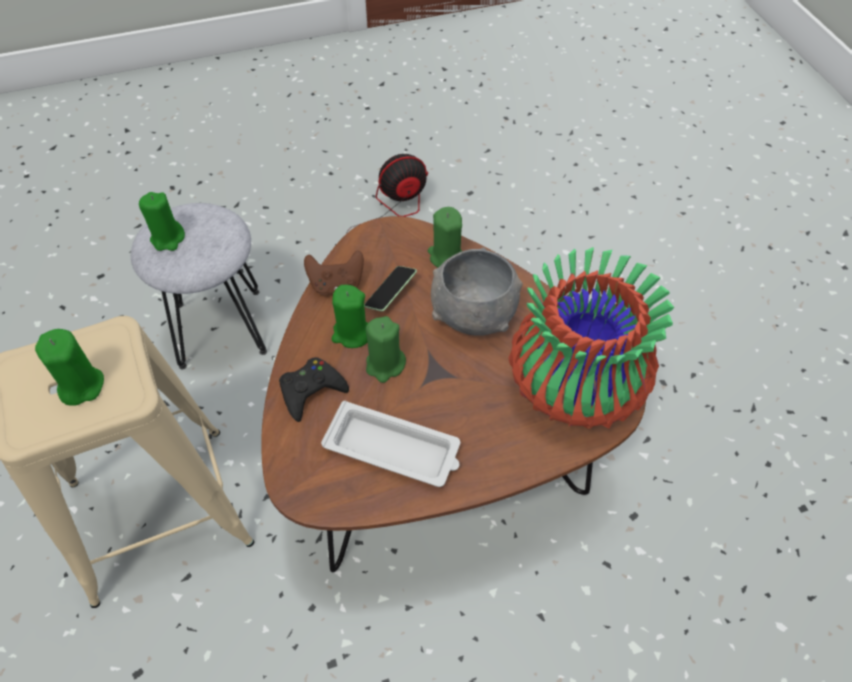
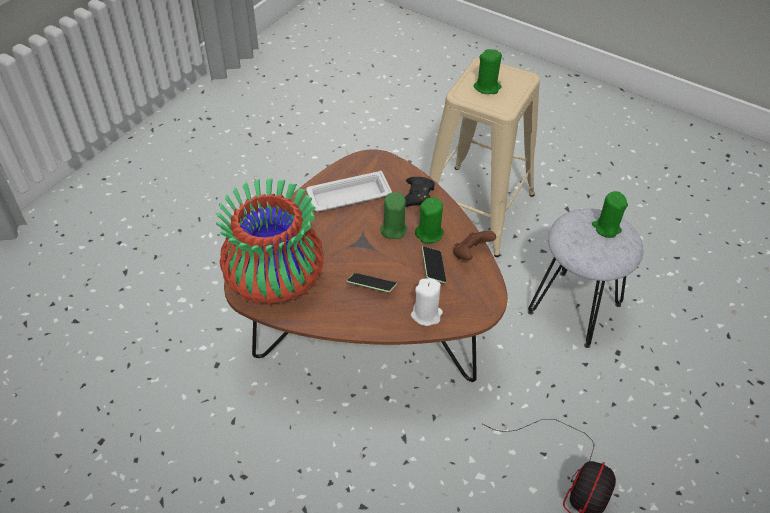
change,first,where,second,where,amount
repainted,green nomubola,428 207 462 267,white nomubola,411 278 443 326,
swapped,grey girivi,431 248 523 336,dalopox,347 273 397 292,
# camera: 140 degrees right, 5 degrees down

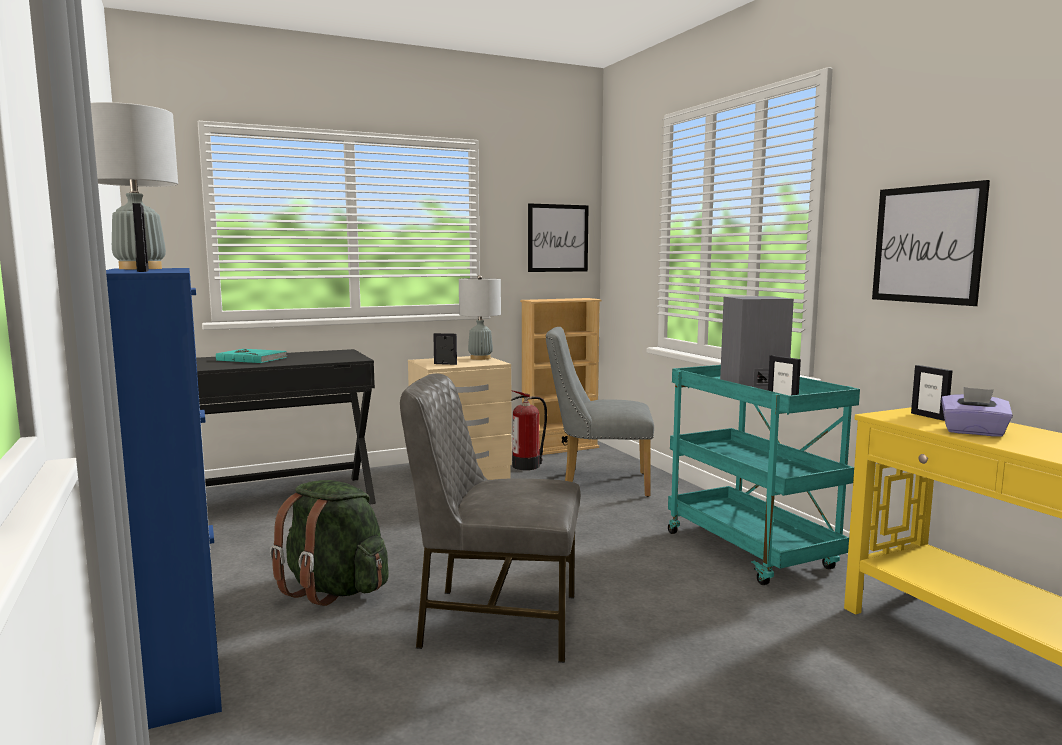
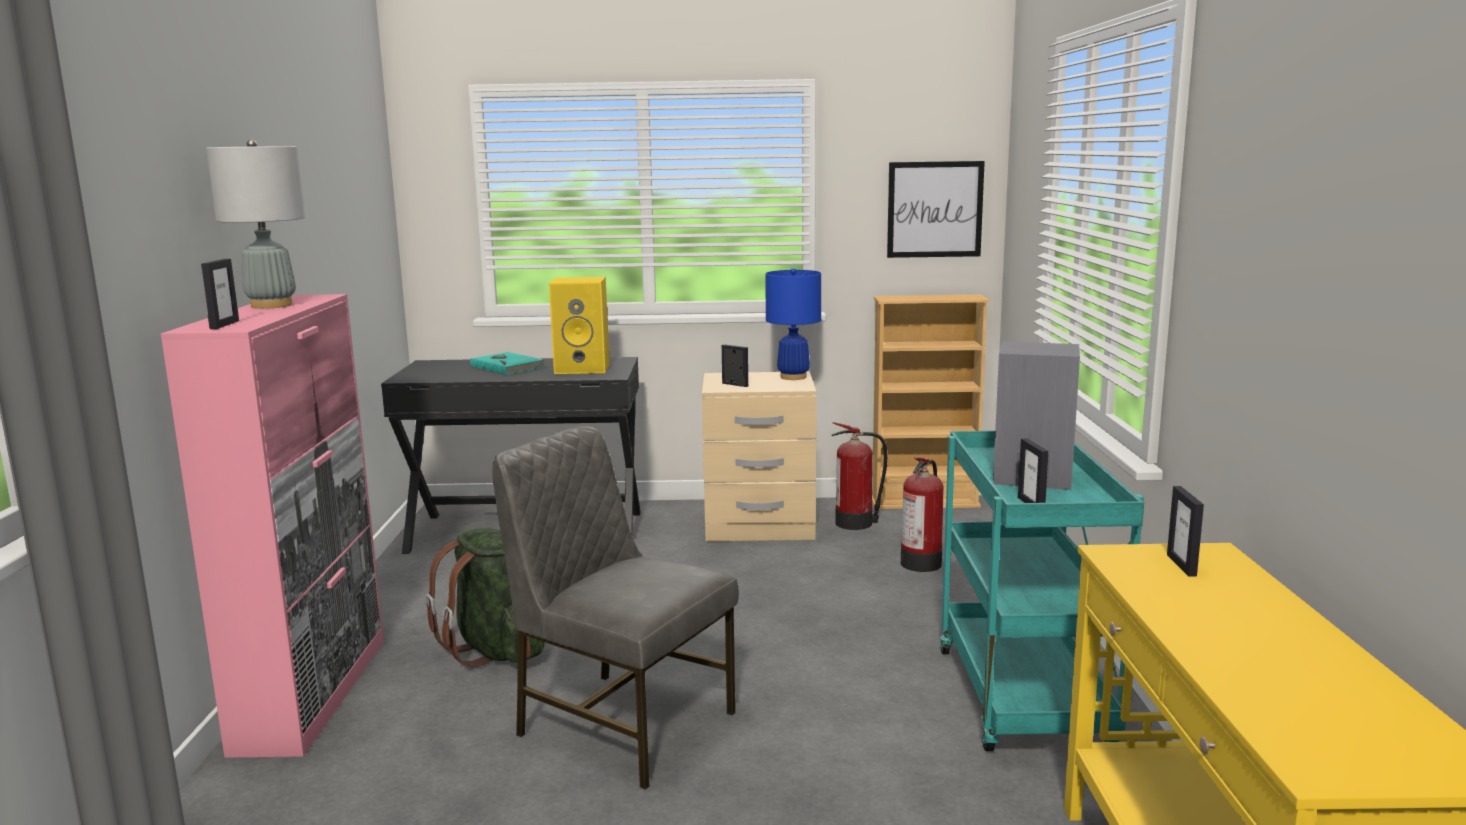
change,first,where,second,where,amount
gone,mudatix,872 180 990 306,,,
repainted,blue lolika,106 268 222 729,pink lolika,161 294 384 758,
repainted,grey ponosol,459 275 501 360,blue ponosol,765 268 821 380,
swapped,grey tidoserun,546 327 654 497,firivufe,901 458 944 572,
gone,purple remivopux,941 387 1013 437,,,
new,,,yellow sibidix,549 277 610 374,
# camera: 25 degrees right, 5 degrees up

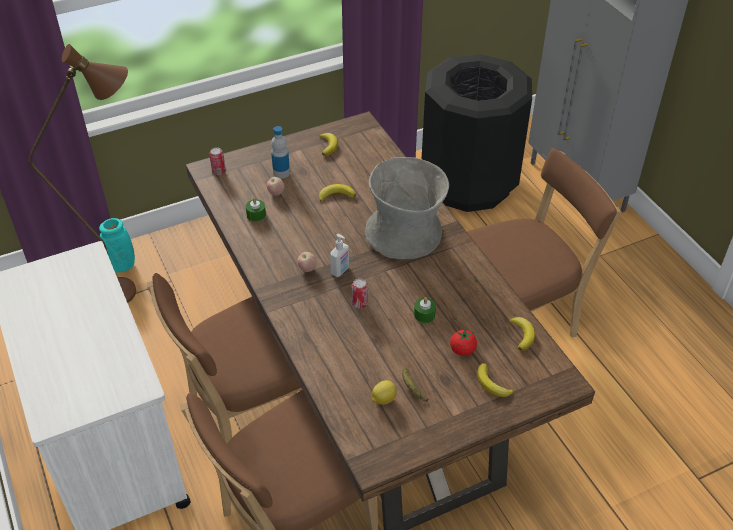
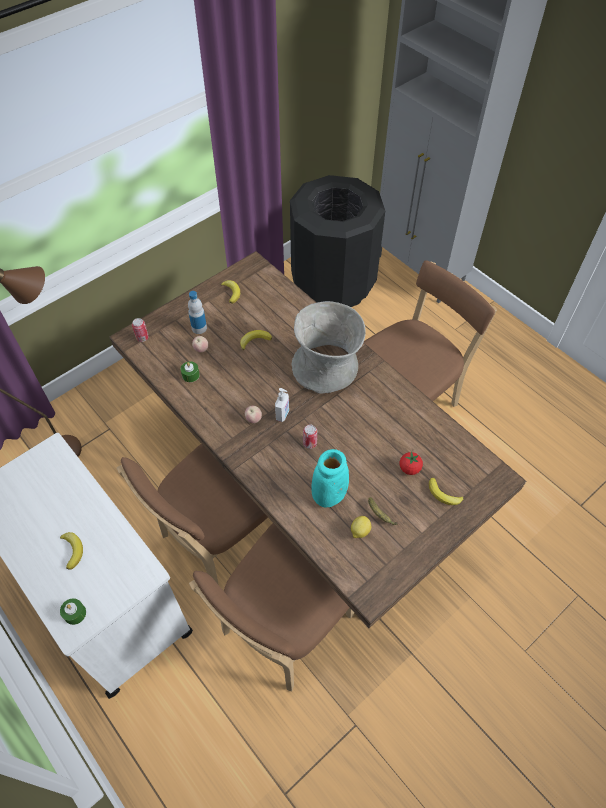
change,first,where,second,where,amount
shifted,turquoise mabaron,99 218 135 273,,311 449 349 507,
shifted,green nomubola,414 297 436 323,,60 598 86 625,
shifted,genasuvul,509 317 535 351,,60 532 83 570,
# camera: 15 degrees left, 10 degrees up

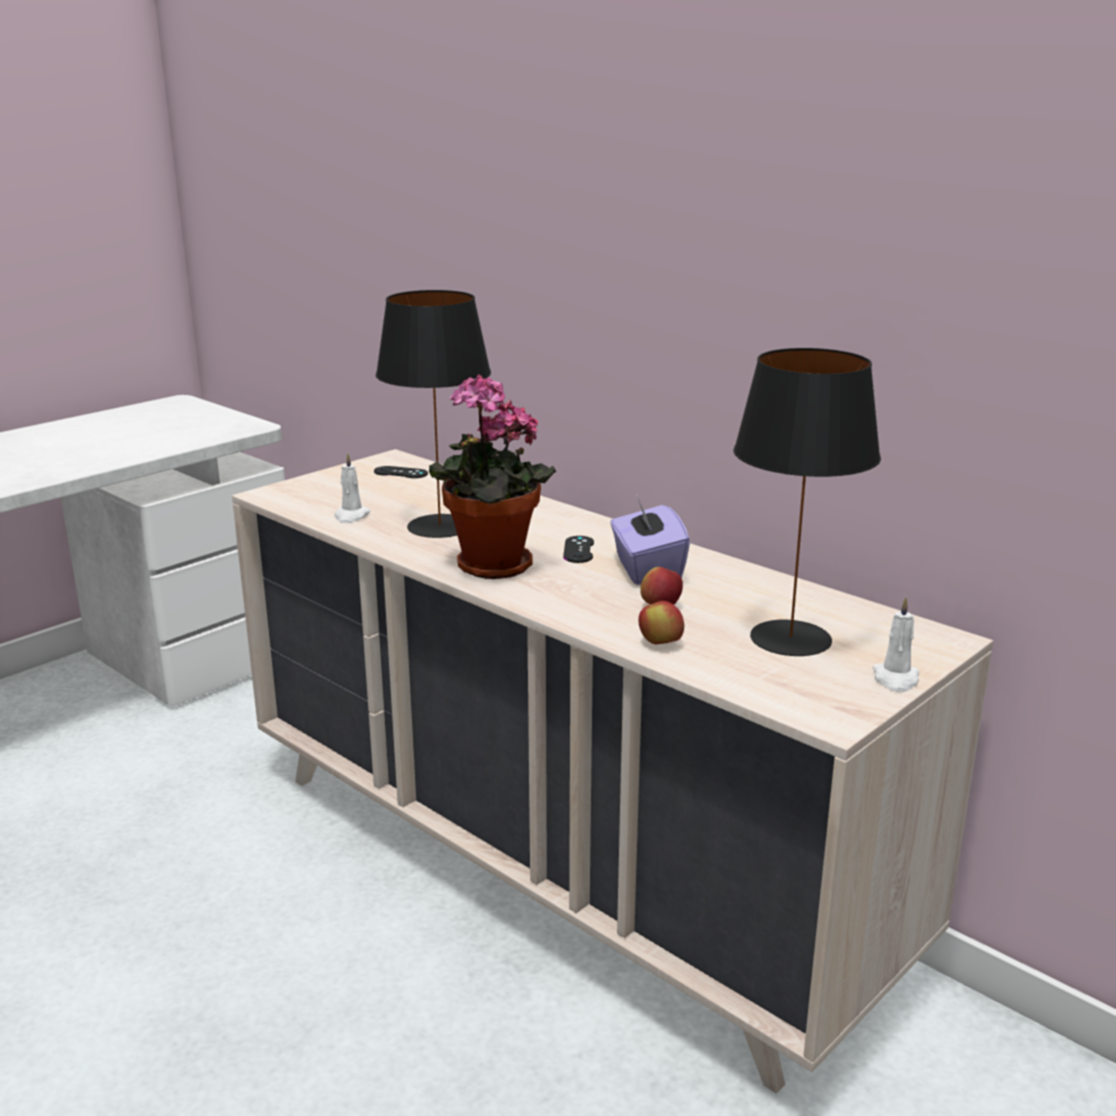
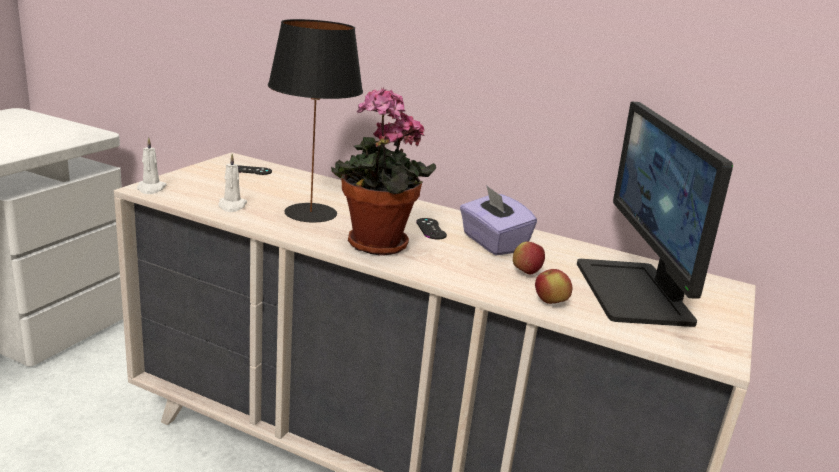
change,first,where,second,where,amount
swapped,black ponosol,733 348 881 656,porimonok,577 102 733 327,
shifted,white nomubola,873 597 919 692,,137 137 167 194,
# camera: 20 degrees left, 0 degrees up

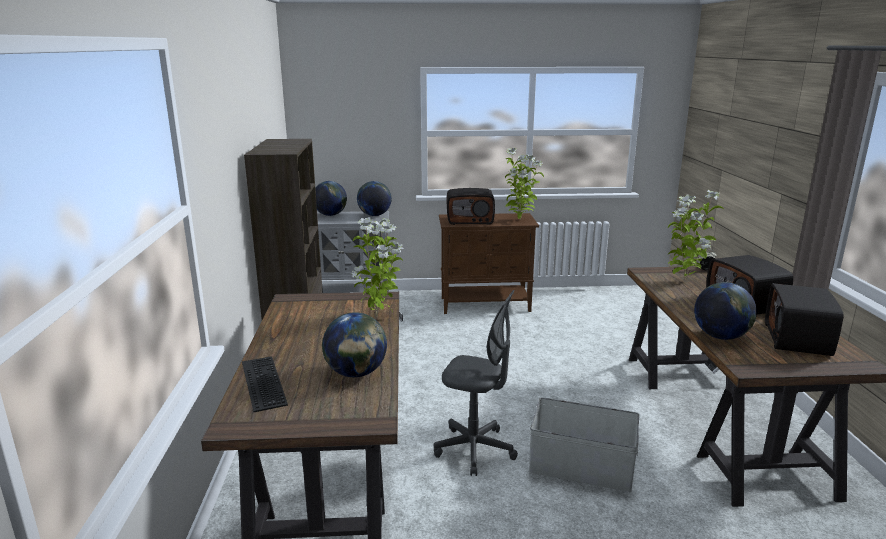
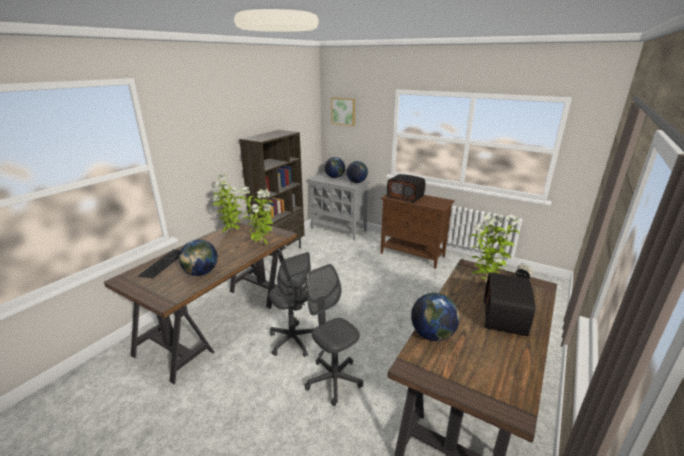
change,first,where,second,where,amount
shifted,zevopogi,505 148 544 220,,212 174 242 233,
gone,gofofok,765 283 844 356,,,
swapped,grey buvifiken,529 397 639 492,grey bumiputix,304 264 363 406,
new,,,mudatix,331 97 355 126,
# camera: 35 degrees right, 5 degrees up

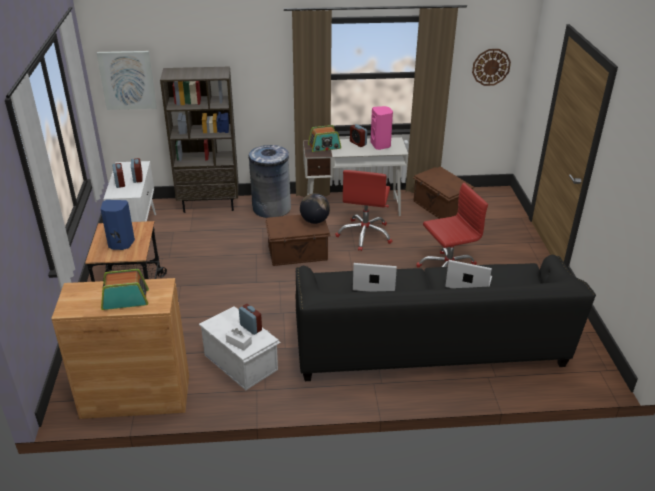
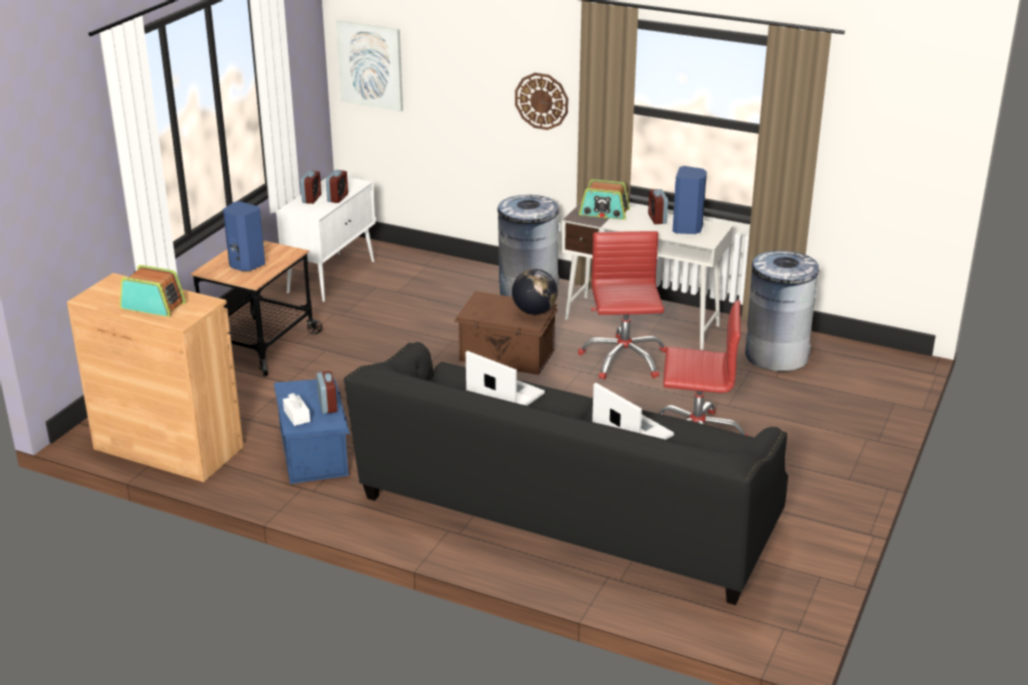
change,first,where,second,where,amount
shifted,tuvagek,472 49 511 86,,515 73 568 130,
gone,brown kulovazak,160 67 239 213,,,
repainted,pink sibidix,370 106 393 150,blue sibidix,673 166 707 234,
swapped,brown buvifiken,413 167 474 219,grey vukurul,745 251 819 372,
rotated,red bumiputix,335 170 393 251,,578 231 667 380,135 degrees clockwise
repainted,white buvifiken,199 306 281 390,blue buvifiken,274 378 350 484,
# camera: 30 degrees right, 5 degrees down

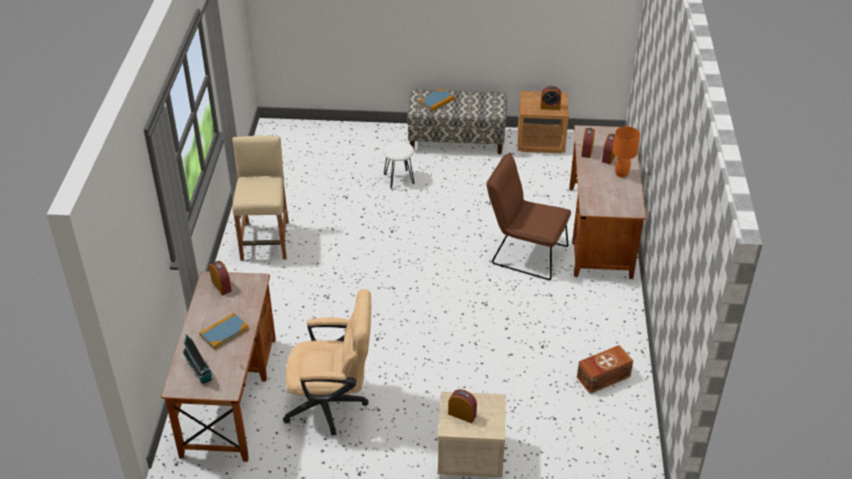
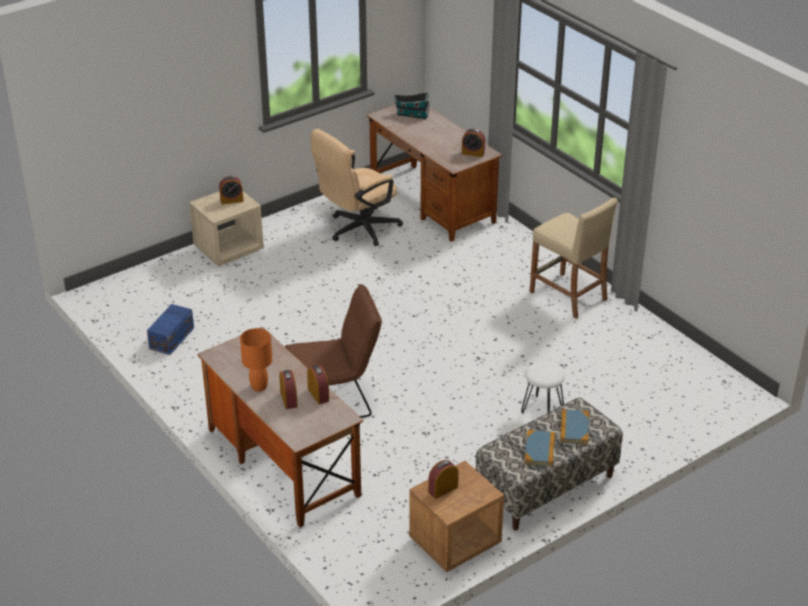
change,first,where,second,where,amount
shifted,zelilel,199 313 249 350,,524 430 555 467,
repainted,brown buvifiken,577 345 633 394,blue buvifiken,147 304 194 355,
# camera: 140 degrees right, 5 degrees down

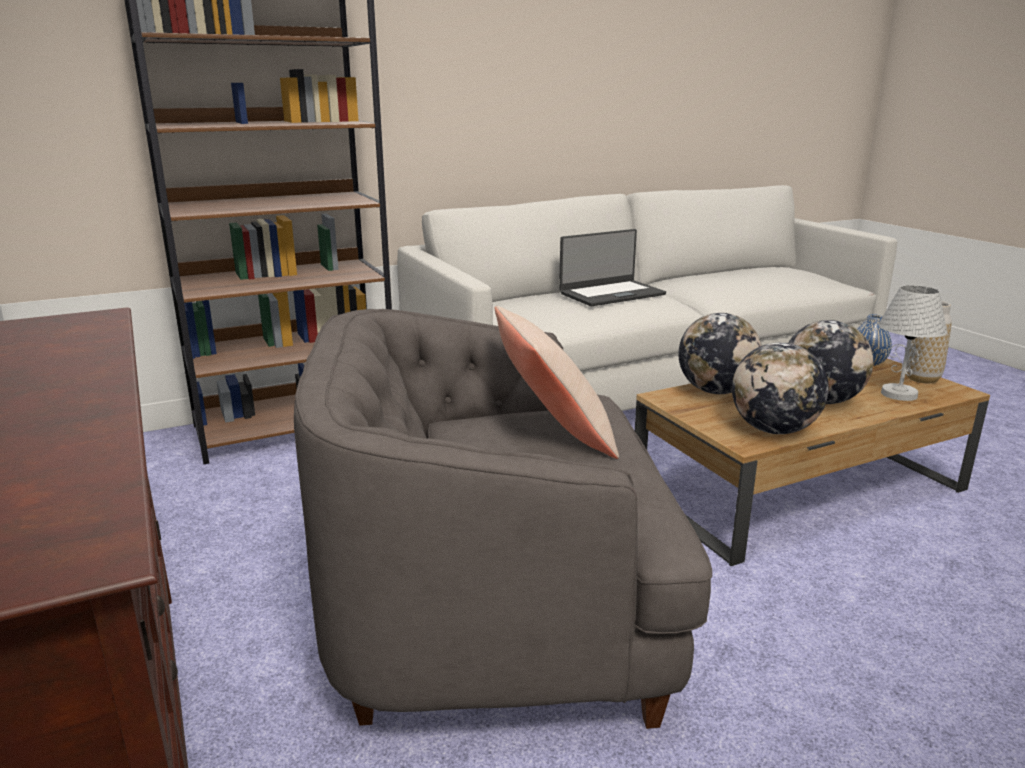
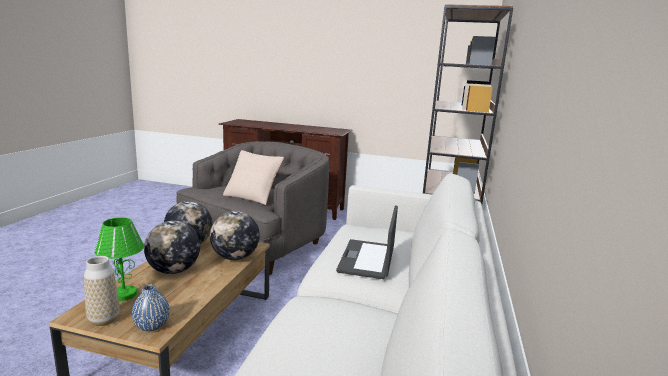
change,first,where,second,where,amount
repainted,white ponosol,878 285 947 401,green ponosol,94 217 144 301,
# camera: 130 degrees right, 5 degrees down

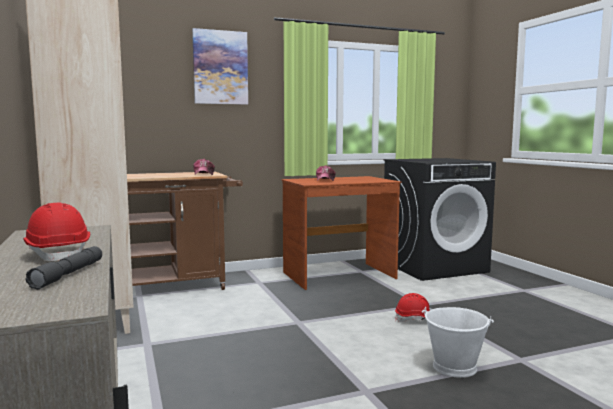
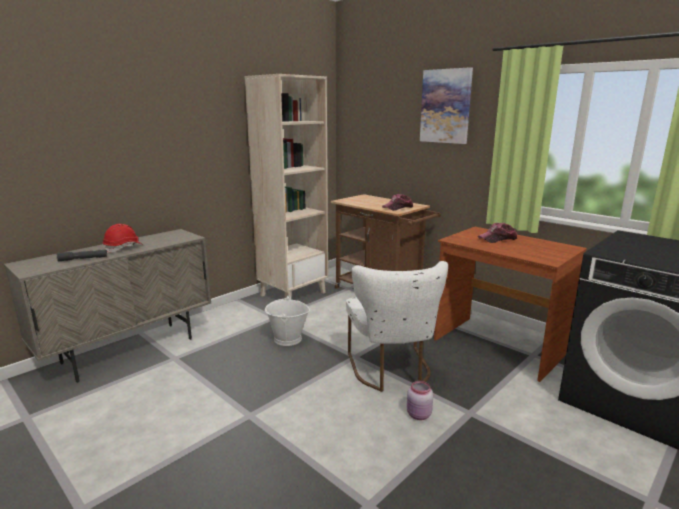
change,first,where,second,where,amount
swapped,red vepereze,395 293 430 322,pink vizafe,407 381 433 420,
shifted,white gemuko,422 307 494 378,,265 296 310 346,
new,,,white tidoserun,346 261 448 392,
# camera: 65 degrees right, 10 degrees up

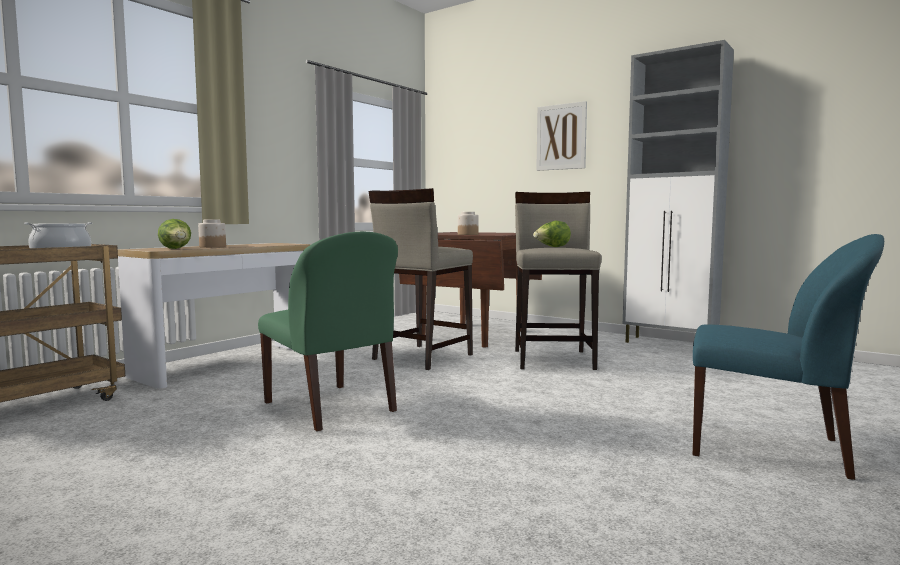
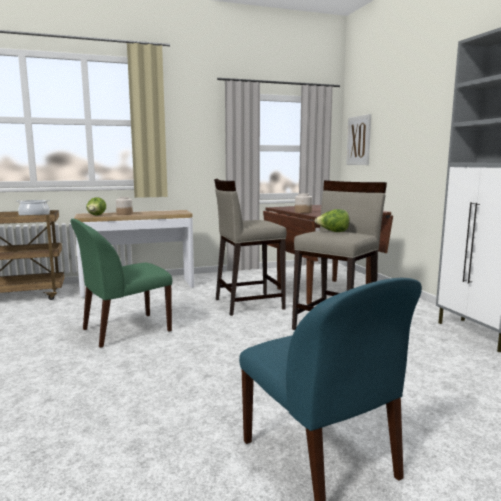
change,first,where,second,where,amount
shifted,mudatix,536 101 587 171,,346 114 371 165,
rotated,green tidoserun,258 232 398 431,,71 219 172 348,60 degrees clockwise
# camera: 35 degrees right, 5 degrees up

